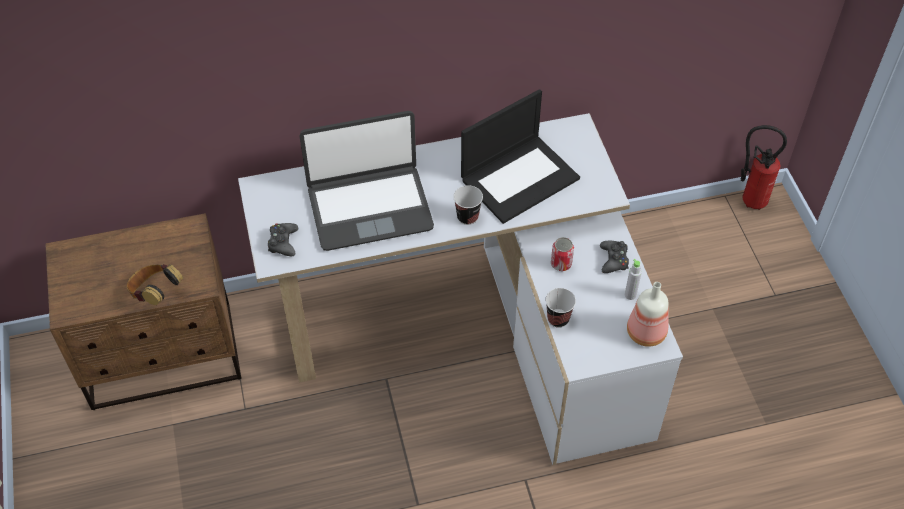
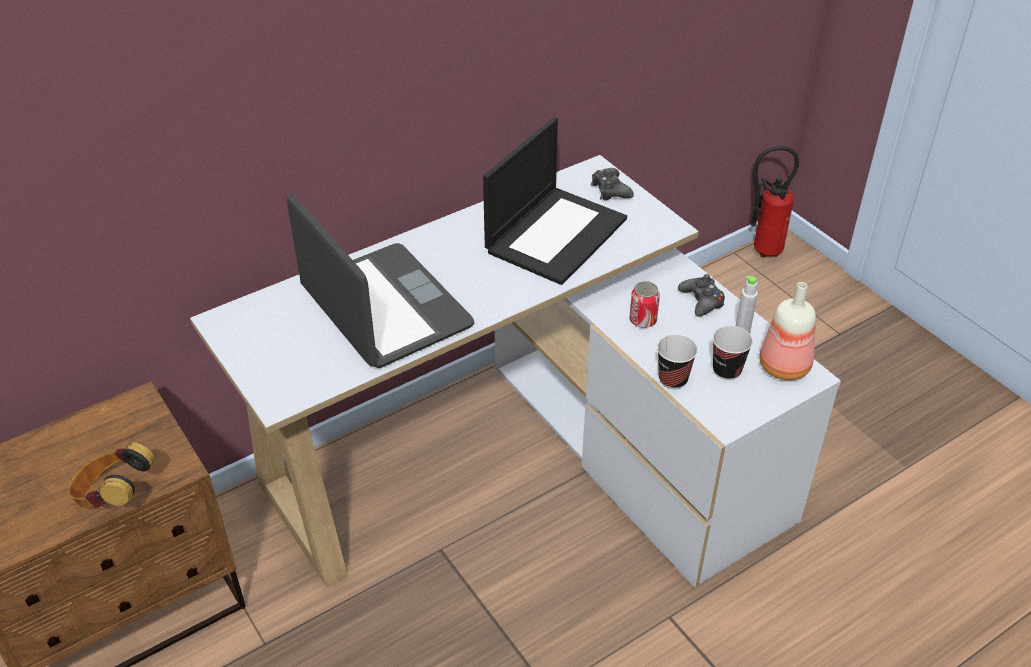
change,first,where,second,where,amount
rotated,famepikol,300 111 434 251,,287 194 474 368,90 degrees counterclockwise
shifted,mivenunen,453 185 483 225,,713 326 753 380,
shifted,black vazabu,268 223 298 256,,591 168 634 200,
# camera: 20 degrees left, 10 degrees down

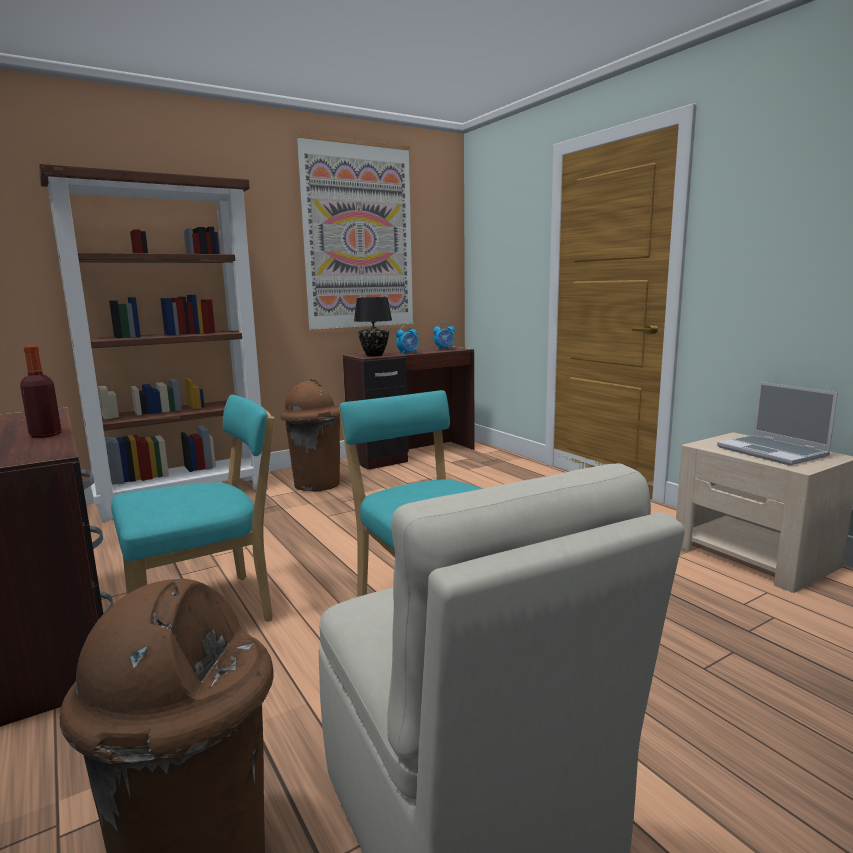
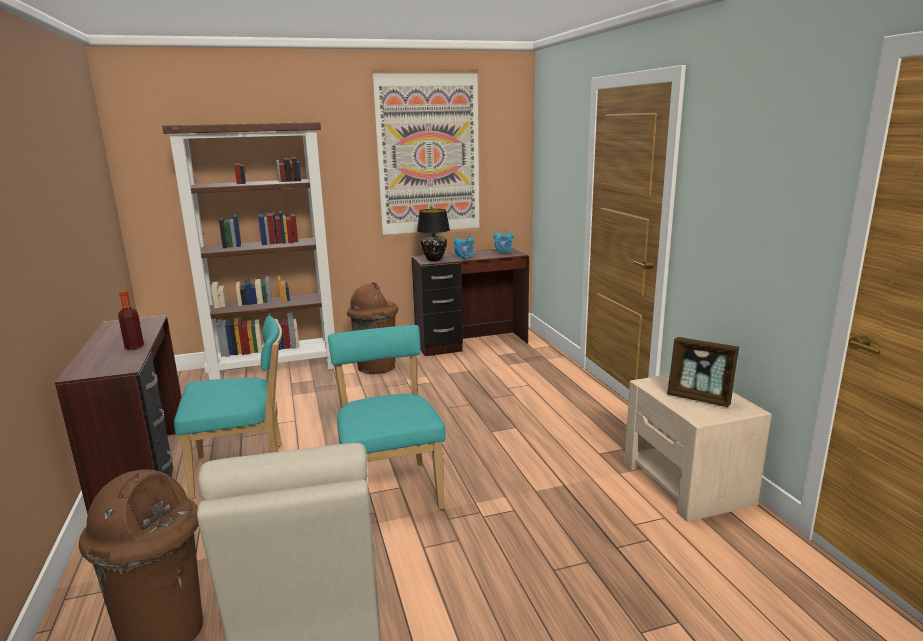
change,first,where,second,where,amount
swapped,famepikol,717 382 838 466,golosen,667 337 739 407,
# camera: 15 degrees right, 5 degrees up

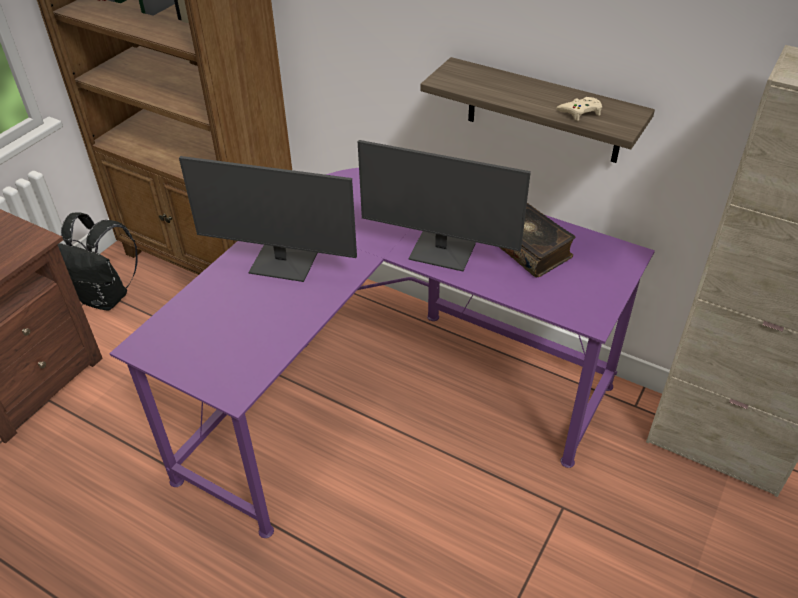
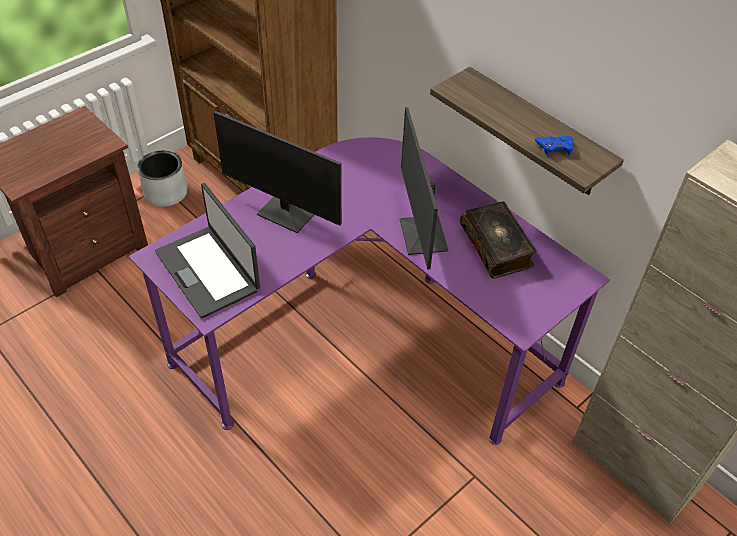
change,first,where,second,where,amount
repainted,beige vazabu,556 97 602 121,blue vazabu,535 136 574 156,
rotated,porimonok,358 140 531 271,,400 107 448 270,45 degrees clockwise
swapped,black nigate,57 212 138 310,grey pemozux,137 151 187 207,
new,,,famepikol,155 183 260 318,
# camera: 15 degrees right, 5 degrees up

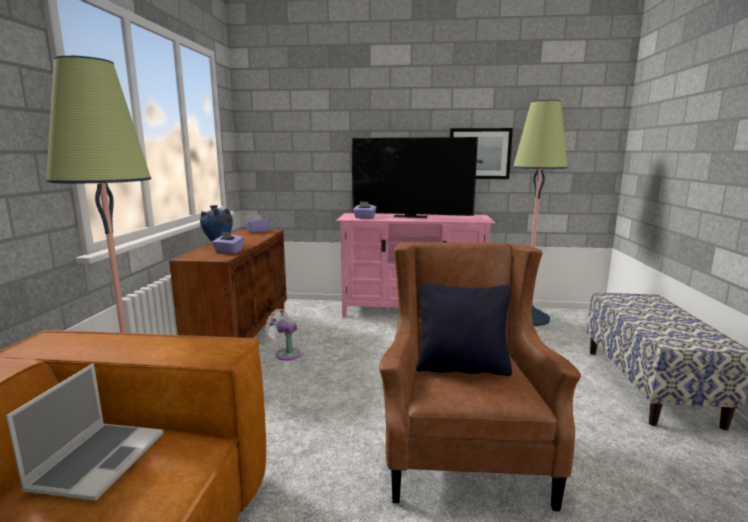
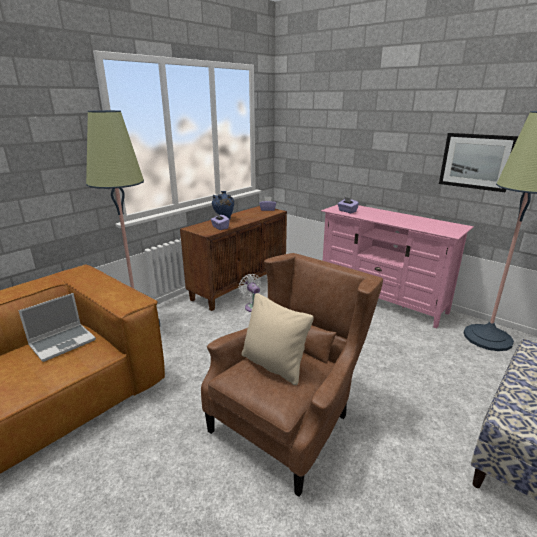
change,first,where,second,where,amount
gone,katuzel,352 137 478 218,,,
repainted,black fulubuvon,416 283 512 376,beige fulubuvon,242 293 314 385,
# camera: 35 degrees right, 10 degrees up

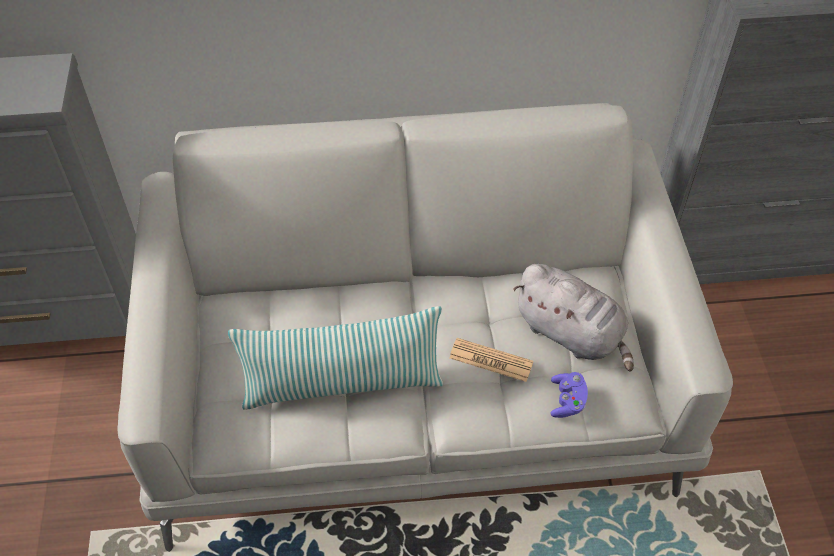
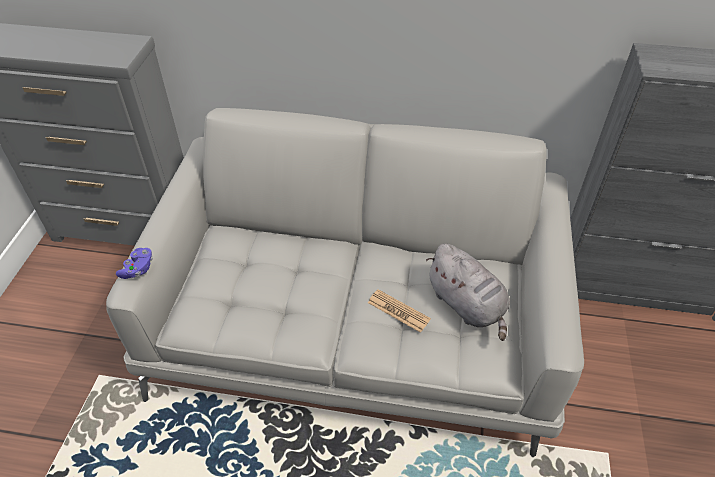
change,first,where,second,where,amount
gone,fulubuvon,228 306 443 410,,,
shifted,purple vazabu,550 372 588 418,,116 248 153 279,
# camera: 15 degrees right, 5 degrees down

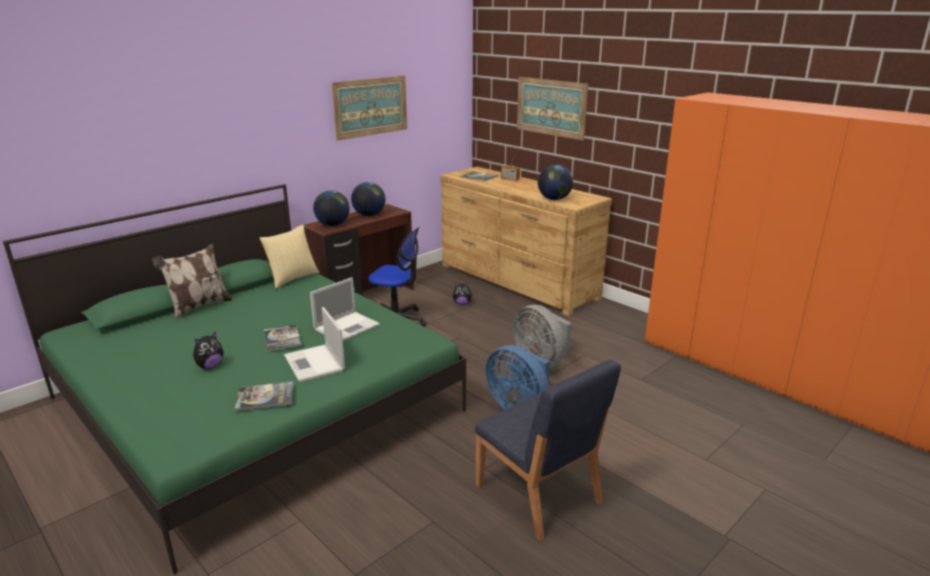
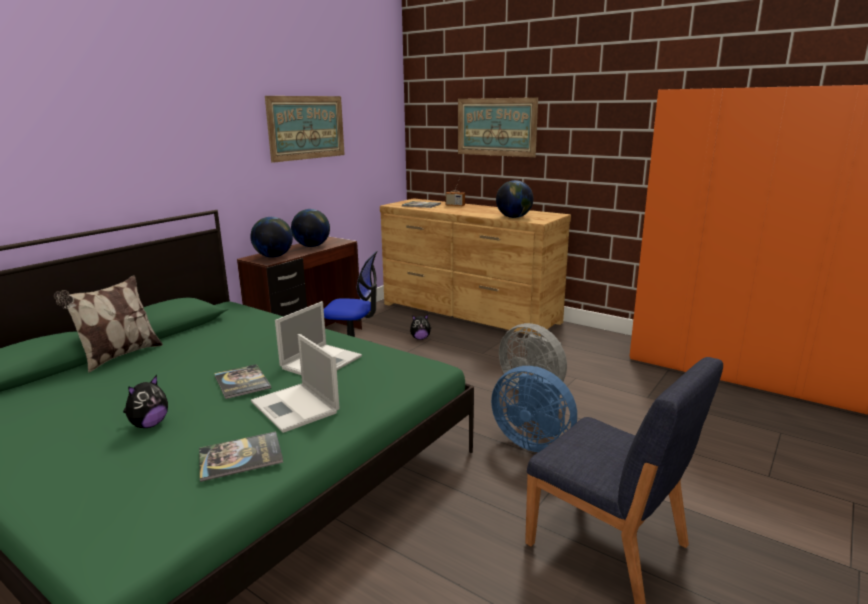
change,first,where,second,where,amount
gone,fulubuvon,259 224 319 289,,,
# camera: 10 degrees left, 5 degrees down

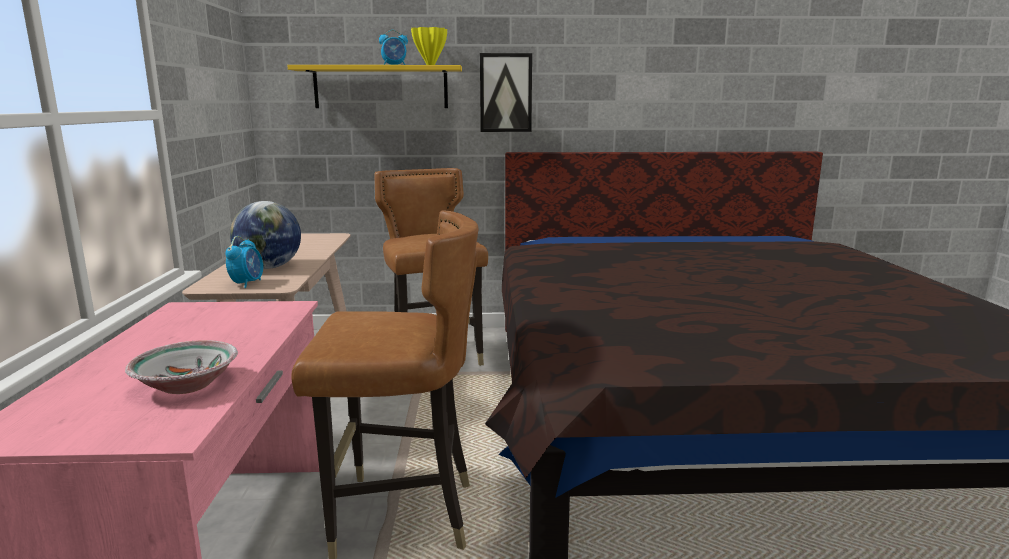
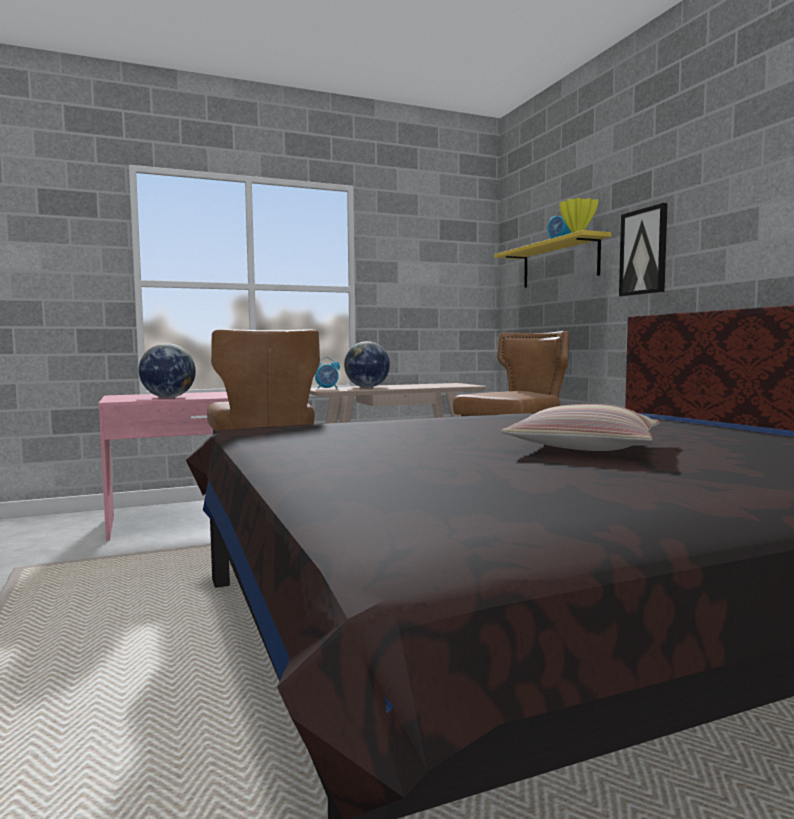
change,first,where,second,where,amount
swapped,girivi,125 340 238 394,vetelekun,139 343 196 398,
new,,,fulubuvon,501 404 660 451,
# camera: 70 degrees right, 10 degrees down

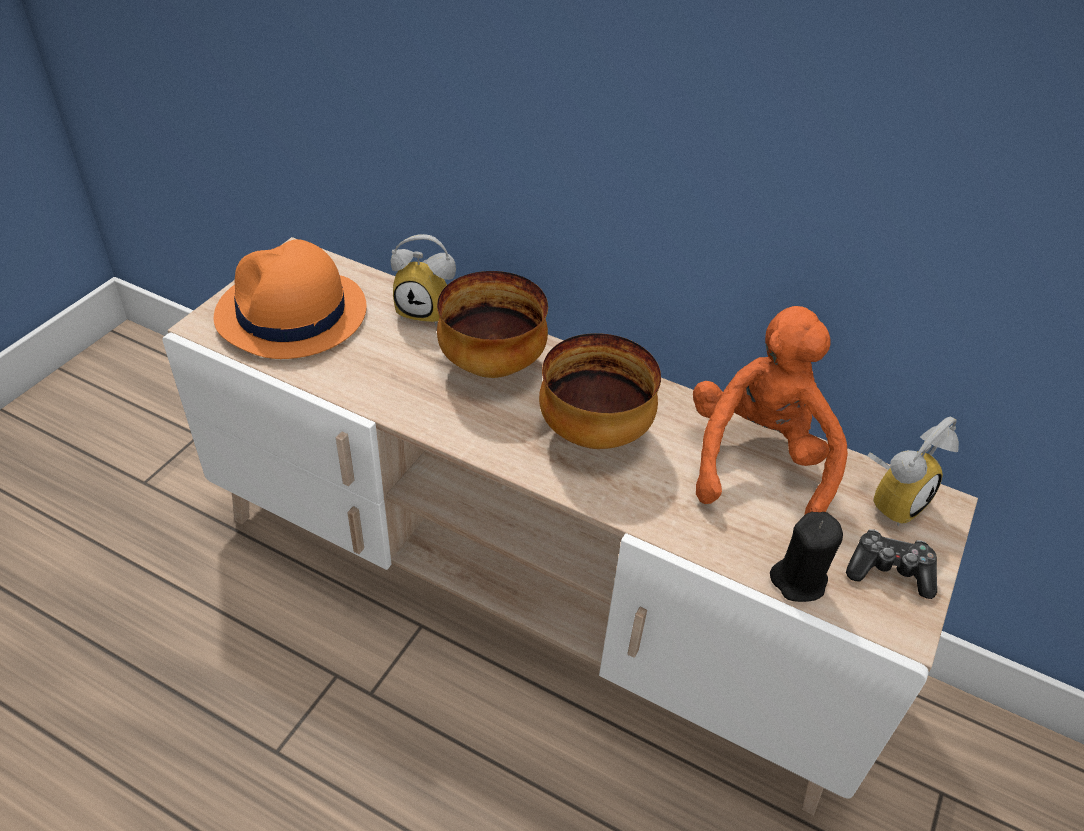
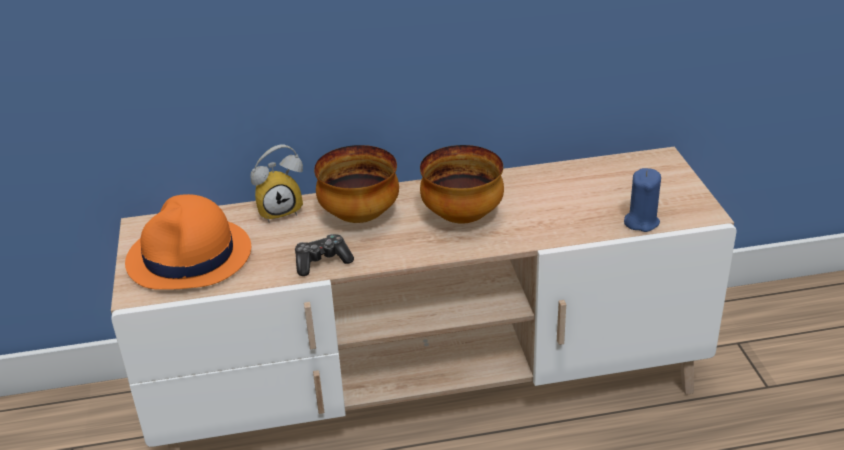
change,first,where,second,where,amount
gone,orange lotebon,693 306 848 515,,,
gone,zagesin,867 417 959 526,,,
repainted,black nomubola,770 512 843 602,blue nomubola,624 168 661 232,
shifted,vazabu,846 529 937 599,,295 234 354 276,
# camera: 35 degrees left, 10 degrees down

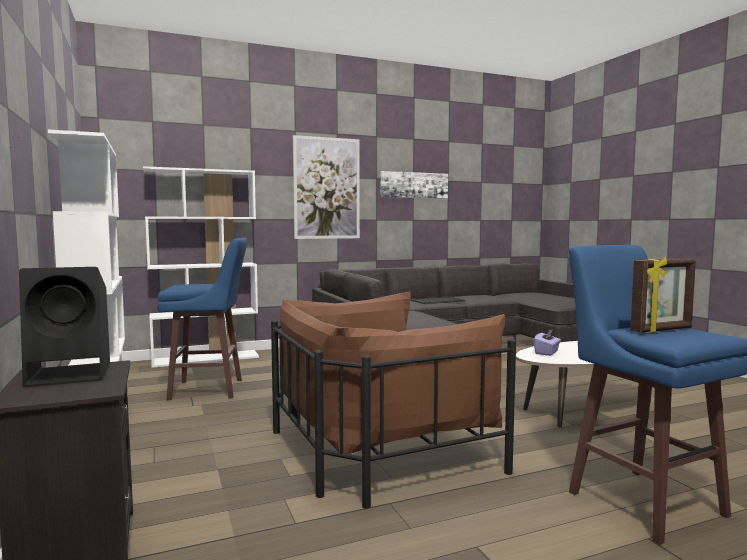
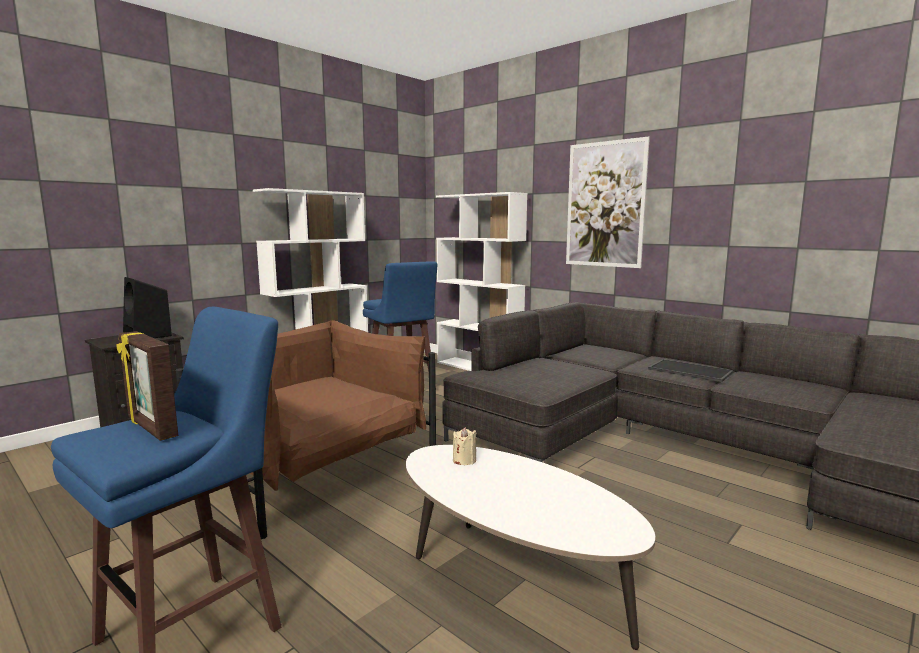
change,first,where,second,where,amount
gone,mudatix,380 171 448 198,,,
swapped,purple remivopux,533 329 561 356,beige nomubola,453 427 477 465,
# camera: 65 degrees right, 5 degrees up

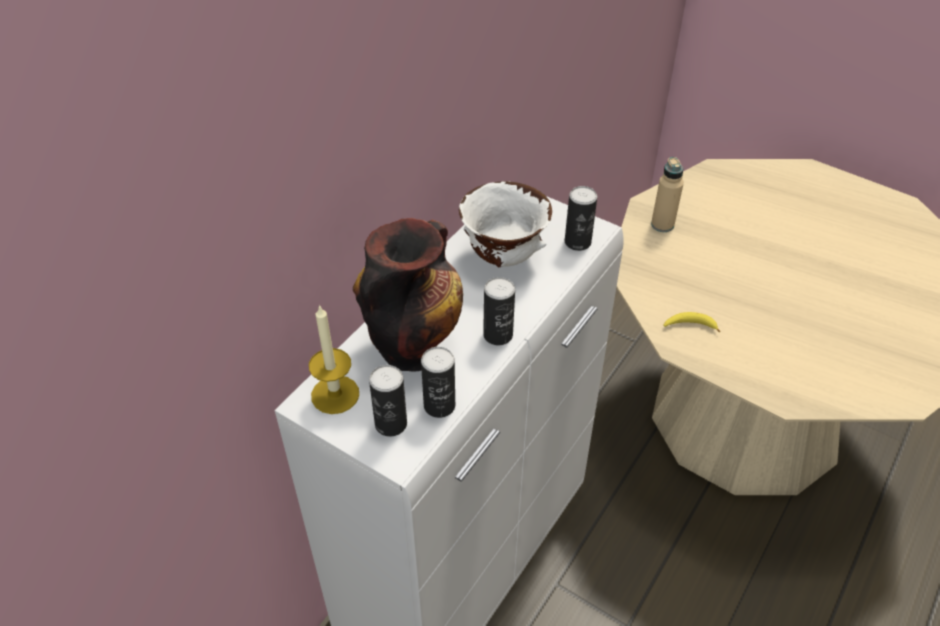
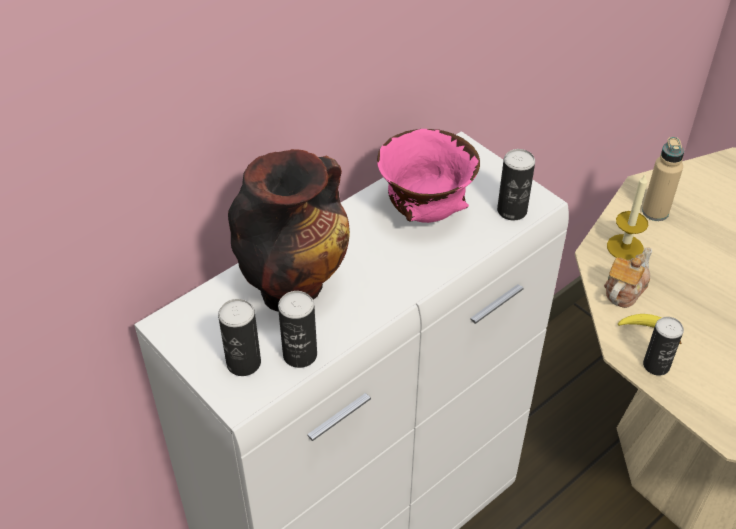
change,first,where,second,where,amount
repainted,white girivi,459 181 552 267,pink girivi,377 129 480 223,
shifted,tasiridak,483 277 515 345,,643 317 684 376,
shifted,nomubola,309 304 359 414,,607 173 648 260,
new,,,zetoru,604 248 652 308,
# camera: 15 degrees right, 0 degrees up

